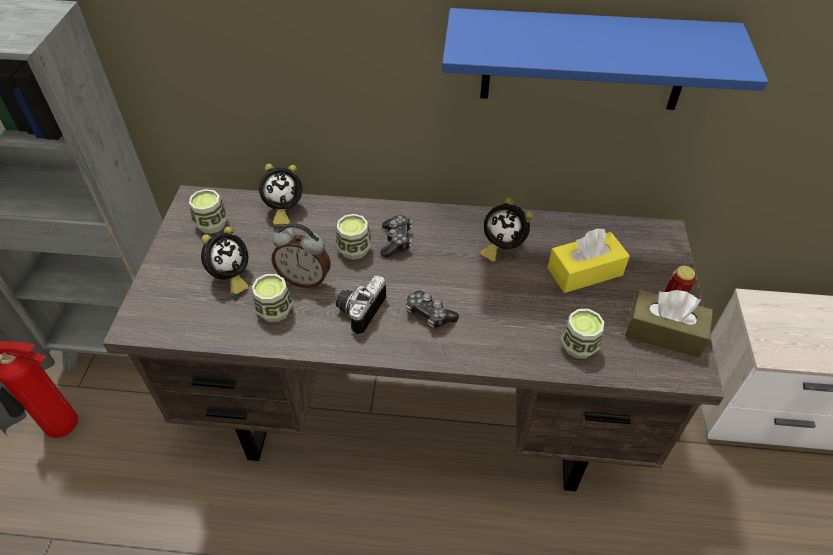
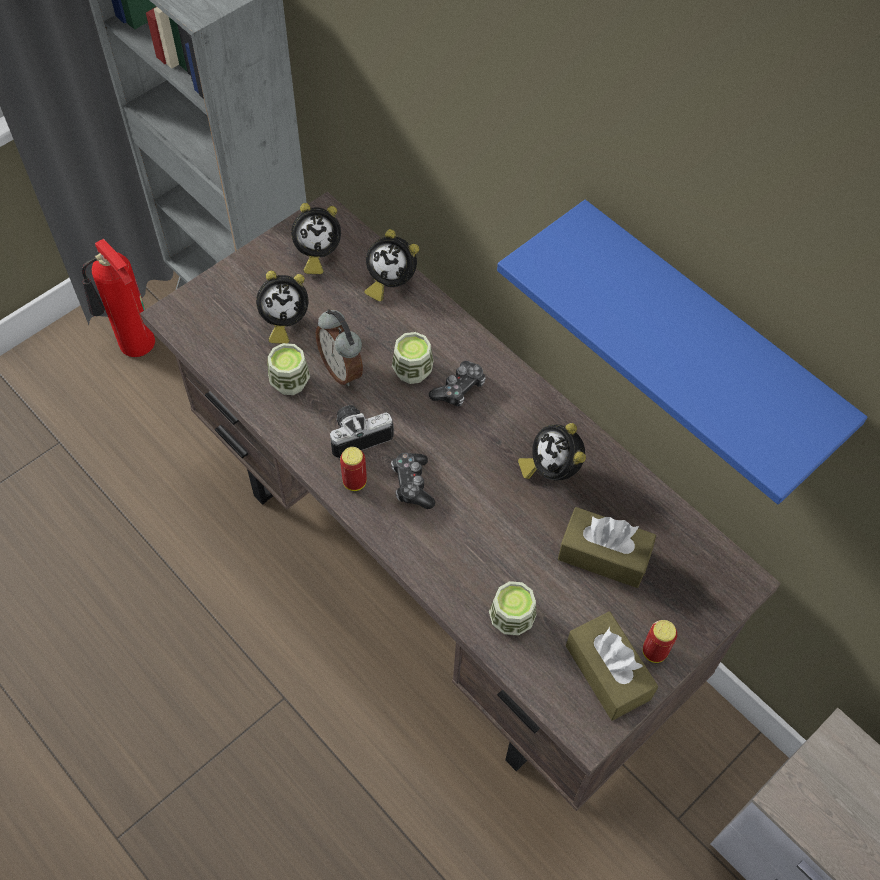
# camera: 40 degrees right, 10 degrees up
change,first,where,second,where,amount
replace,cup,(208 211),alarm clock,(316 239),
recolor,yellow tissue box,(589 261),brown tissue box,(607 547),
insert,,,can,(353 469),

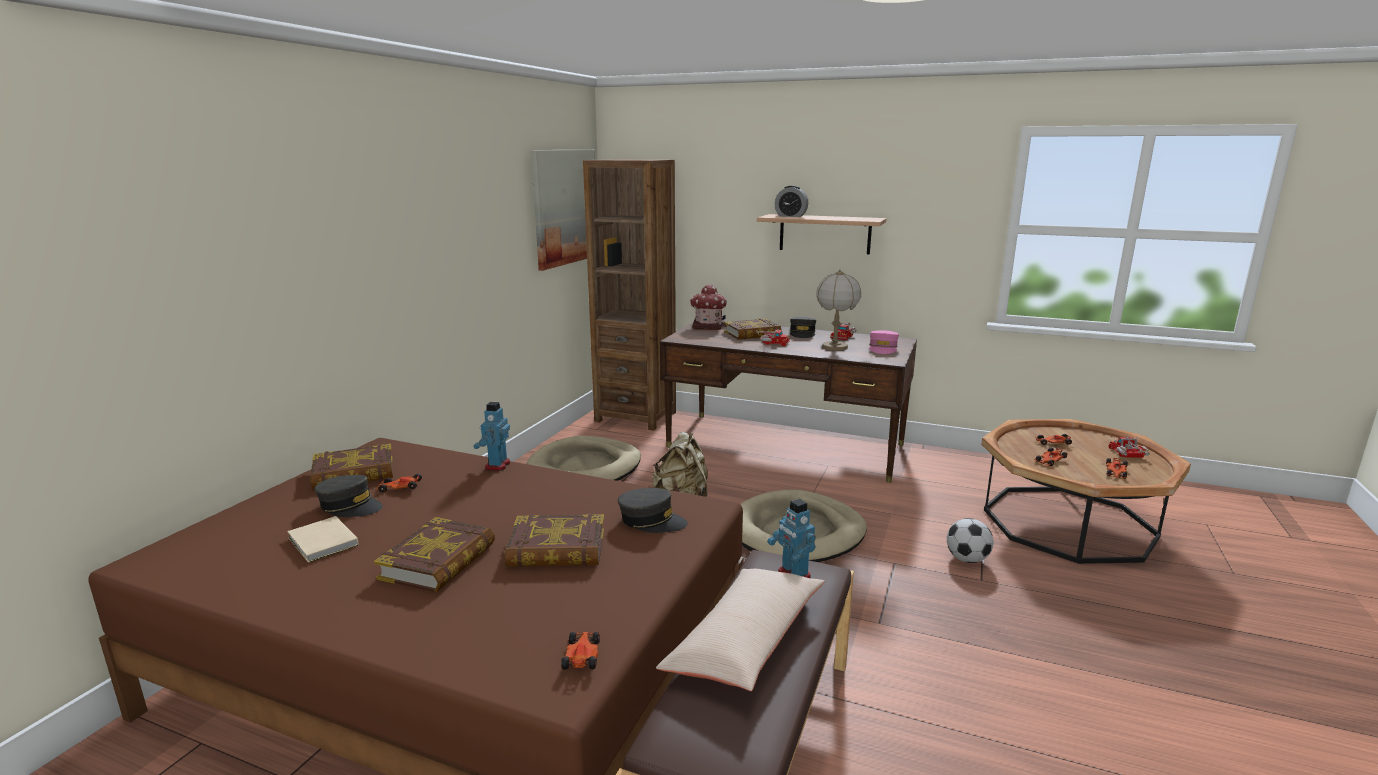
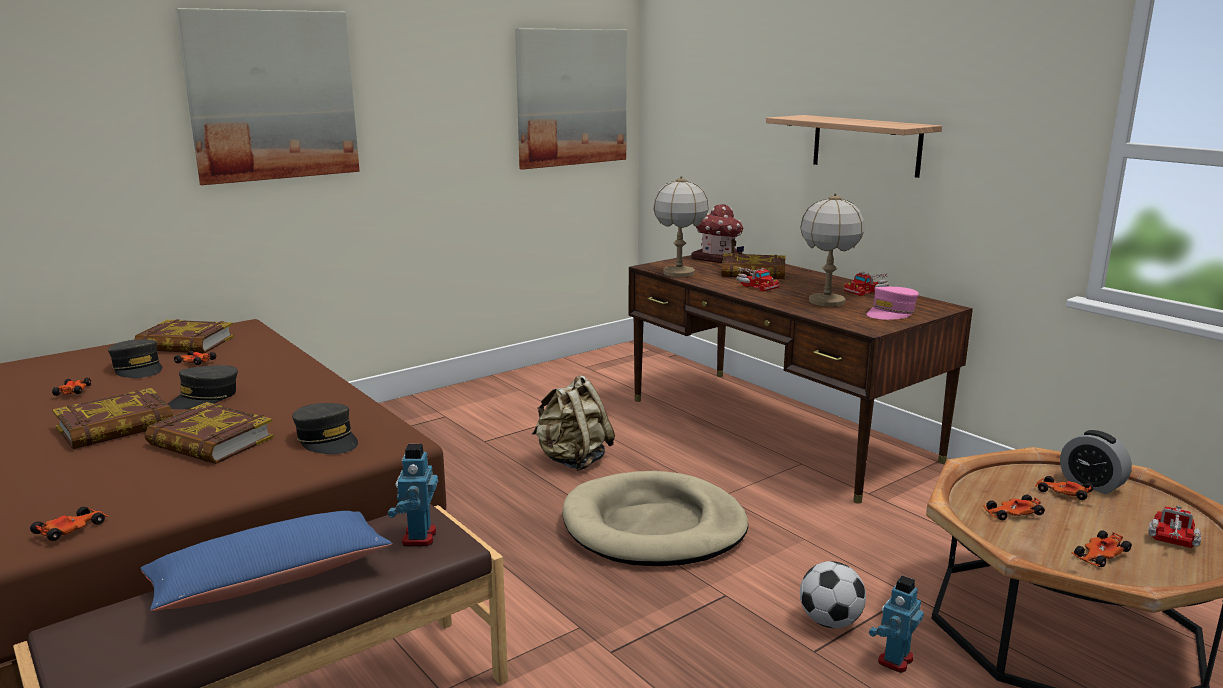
# camera: 30 degrees right, 0 degrees up
change,first,where,second,where,amount
delete,brown bookcase,(629 295),,,
move,alarm clock,(791 201),,(1096 462),
move,grey cap,(803 327),,(203 387),
move,toy robot,(491 436),,(896 624),
delete,beige dog bed,(584 458),,,
replace,beige book,(323 539),toy car,(72 387),
recolor,beige pillow,(740 630),blue pillow,(266 561),
insert,,,picture,(267 96),
insert,,,table lamp,(681 226),

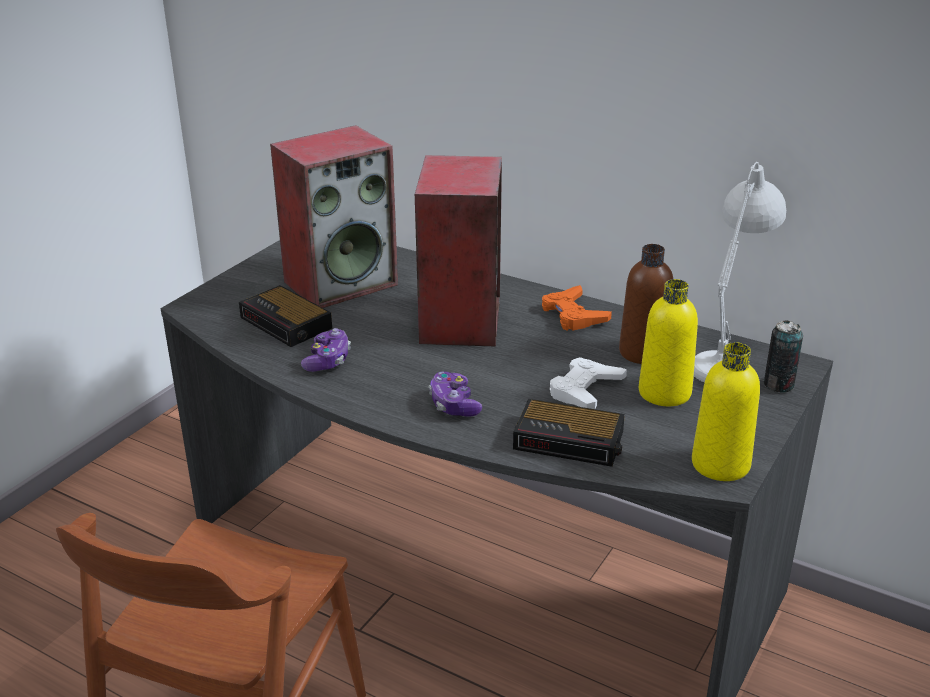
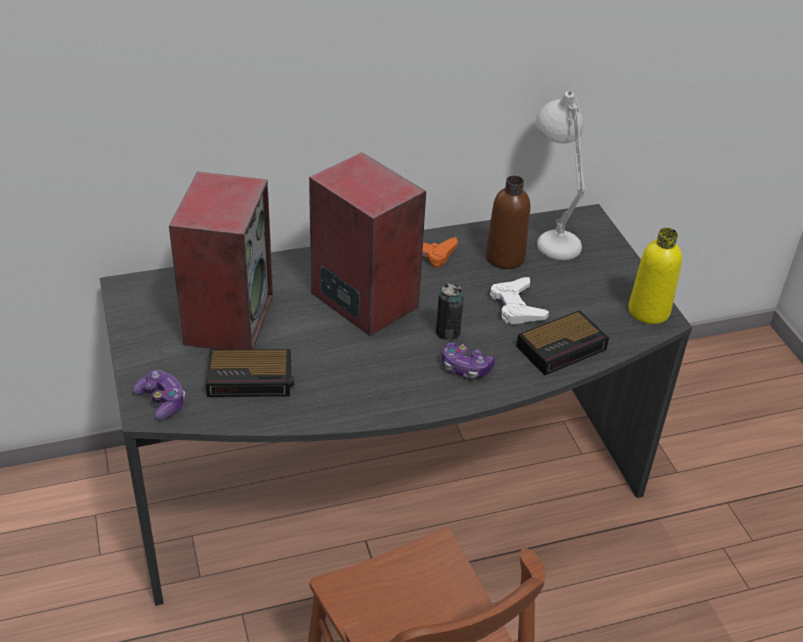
# camera: 50 degrees left, 10 degrees up
change,first,where,second,where,amount
delete,yellow bottle,(668 342),,,
move,can,(783 356),,(450 311),
move,game controller,(326 350),,(159 395),

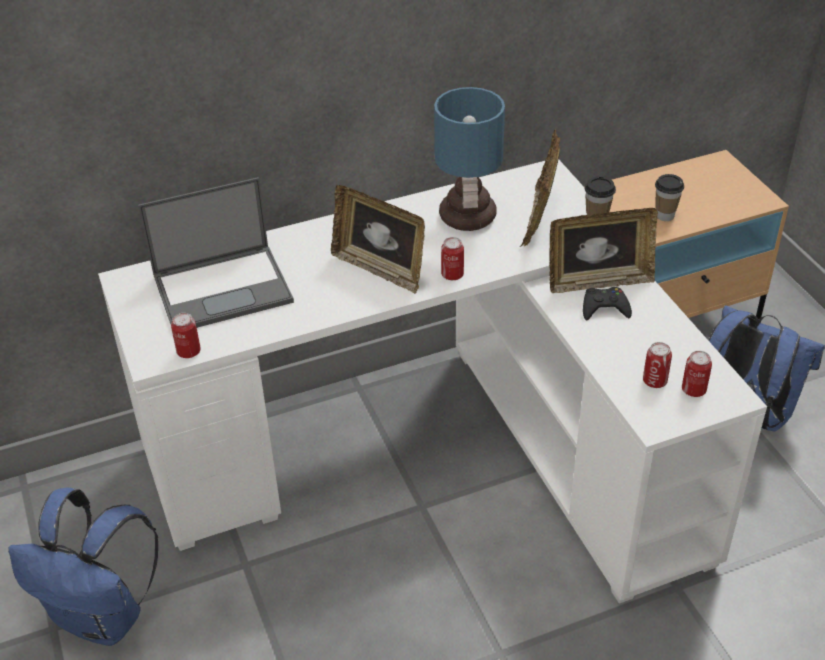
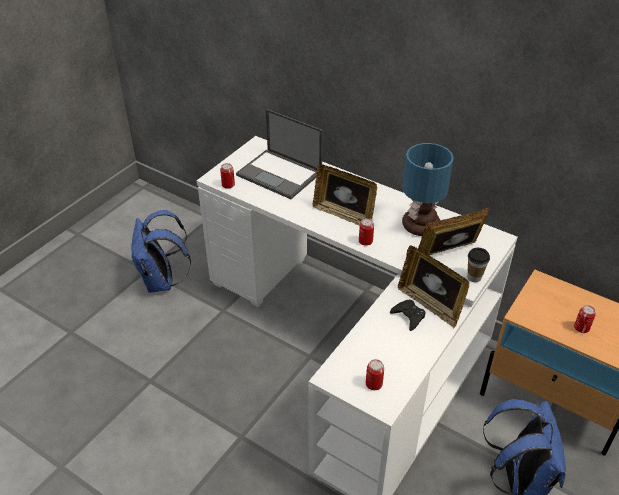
# camera: 55 degrees right, 0 degrees up
change,first,where,second,where,amount
delete,cup,(669 197),,,
rotate,picture frame,(378 239),,(345 195),60 degrees counterclockwise
move,can,(657 365),,(585 319),

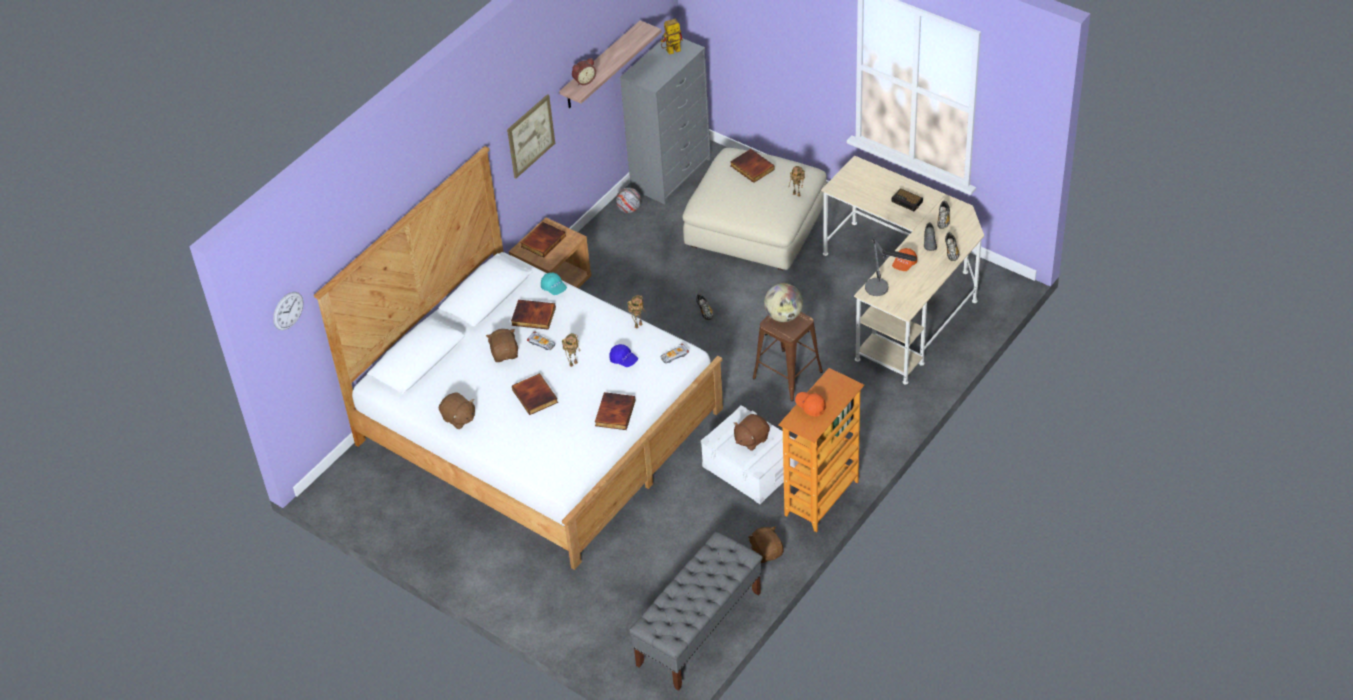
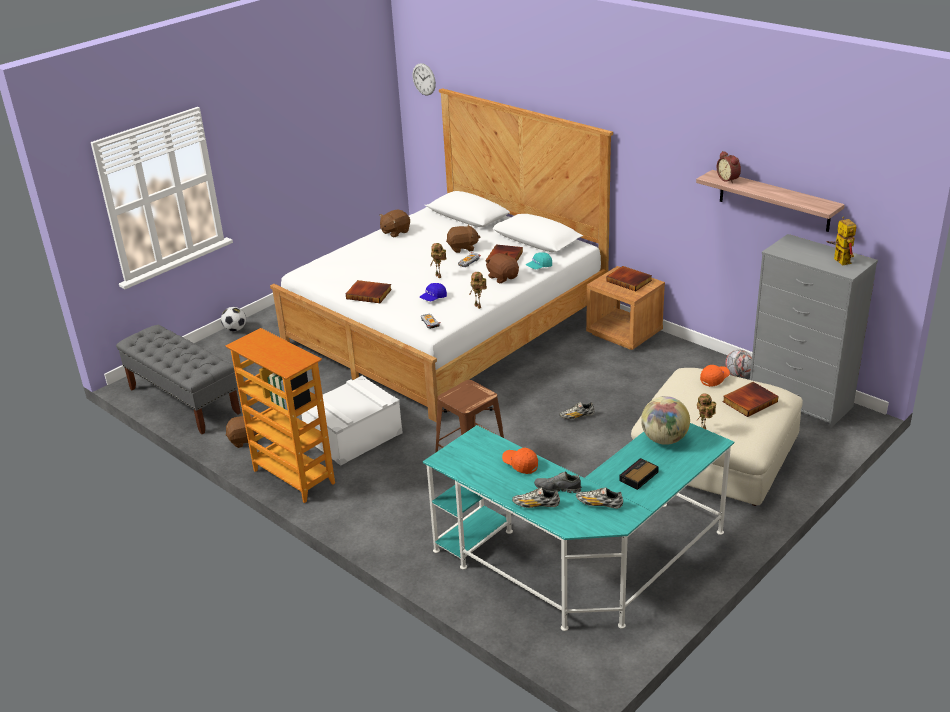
# camera: 95 degrees right, 15 degrees down
change,first,where,second,where,amount
delete,picture,(531 136),,,
recolor,beige desk,(902 270),turquoise desk,(578 527),
delete,table lamp,(891 266),,,
move,globe,(783 302),,(665 420),
delete,book,(535 394),,,
move,orange cap,(810 404),,(715 376),
move,brown plush toy,(752 432),,(502 267),
insert,,,football,(233 319),

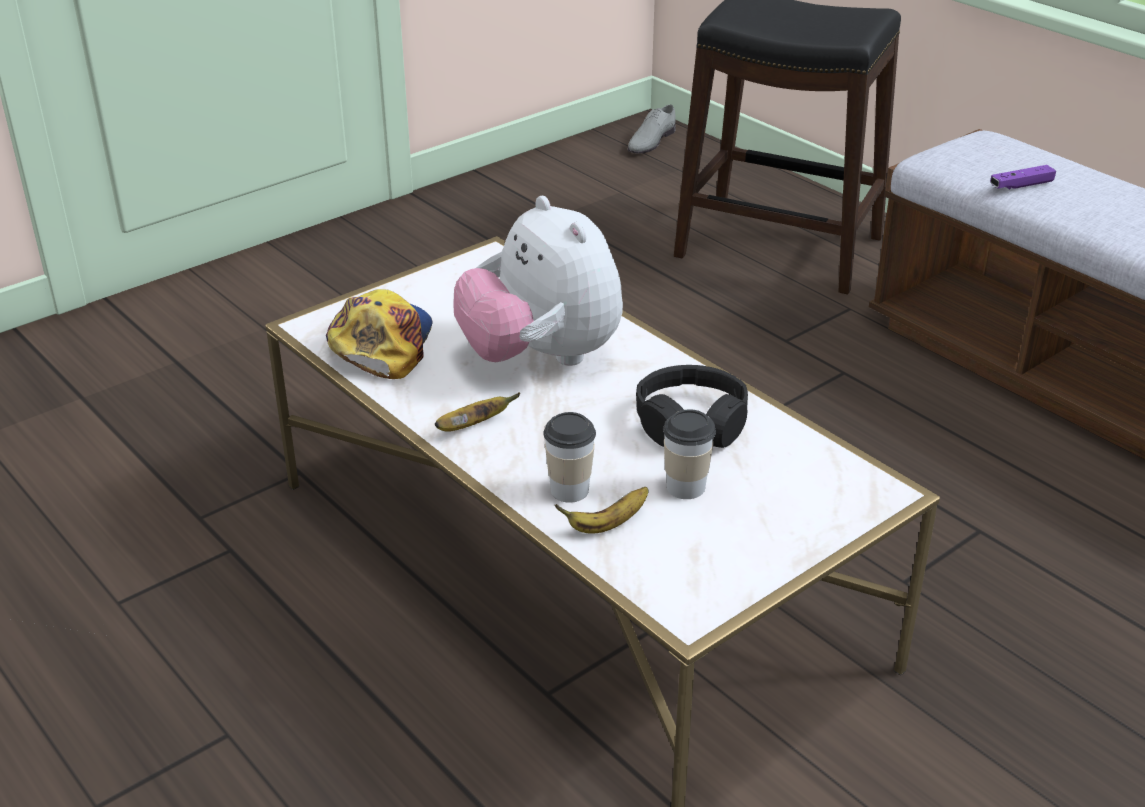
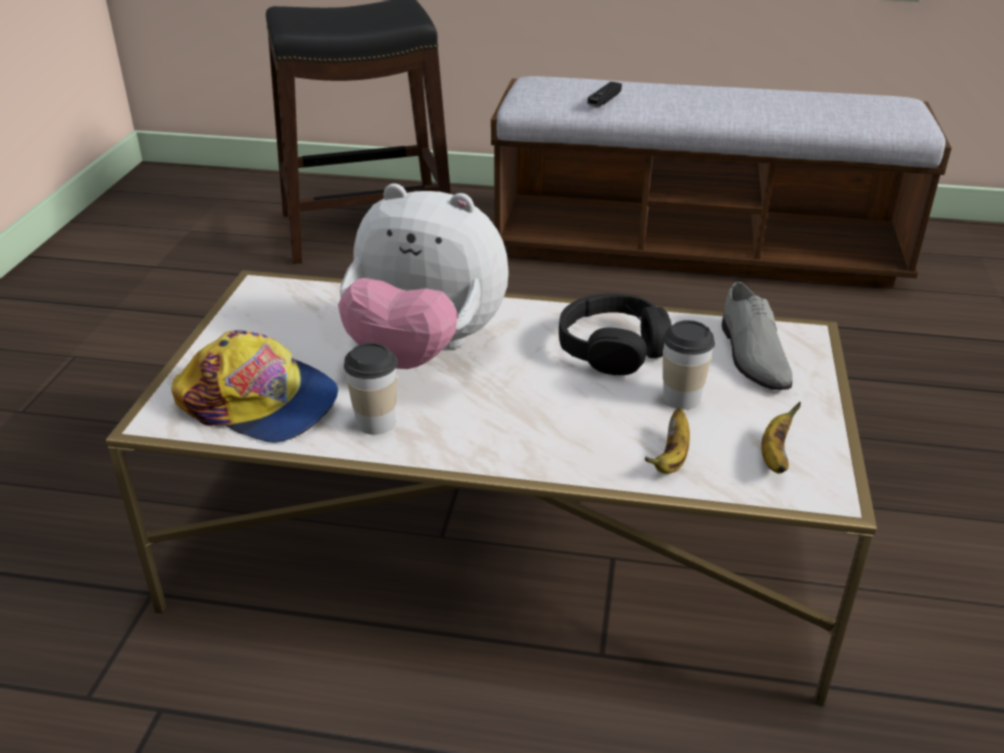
# camera: 40 degrees left, 0 degrees up
change,first,where,second,where,amount
move,grey shoe,(652 129),,(757 336),
recolor,purple game controller,(1023 177),black game controller,(604 94),
rotate,cap,(379 334),,(254 386),150 degrees clockwise
move,banana,(477 412),,(781 438),
move,cup,(569 457),,(371 389),

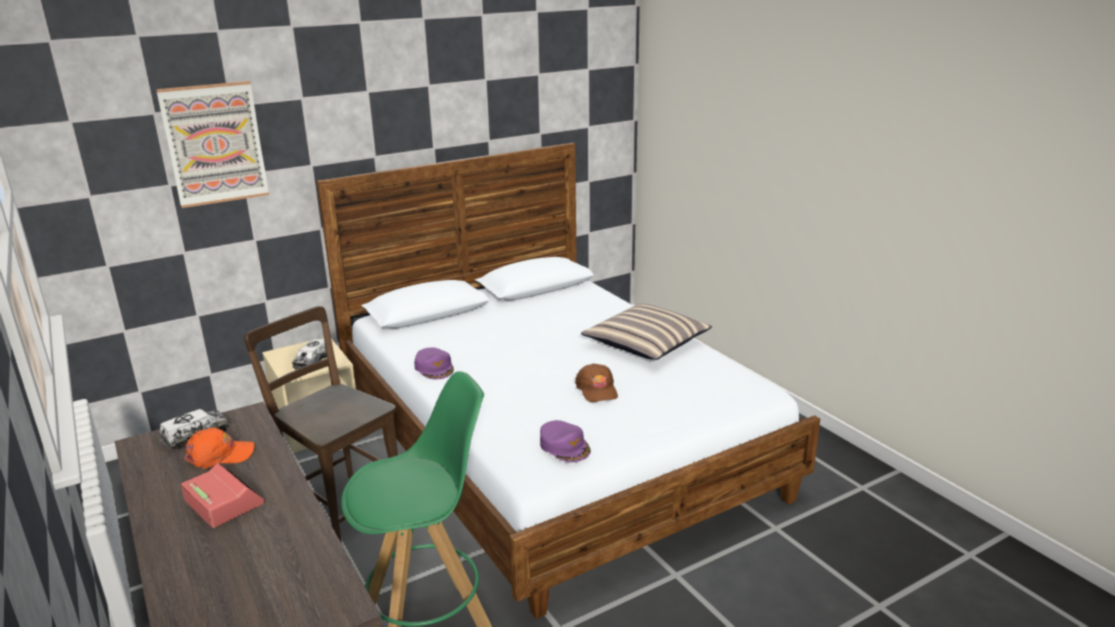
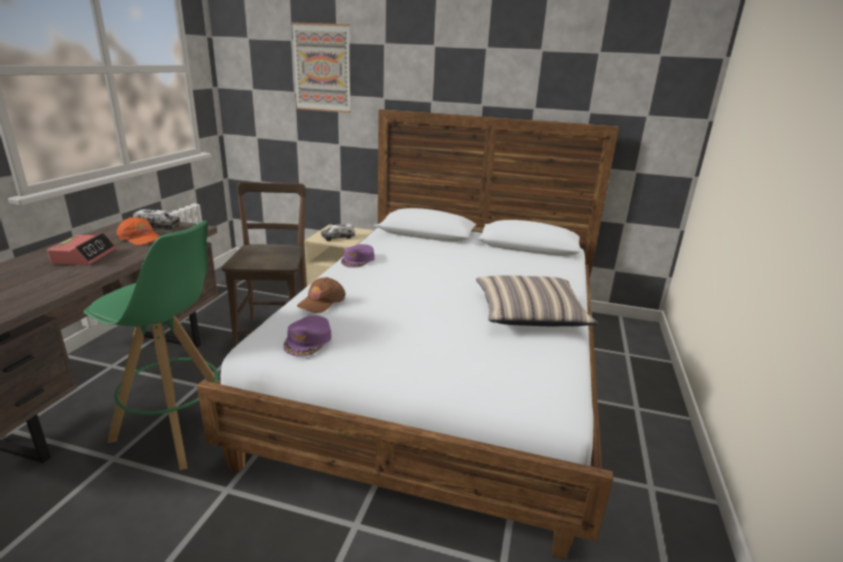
# camera: 45 degrees right, 0 degrees up
change,first,where,second,where,amount
move,brown cap,(596 382),,(321 295),

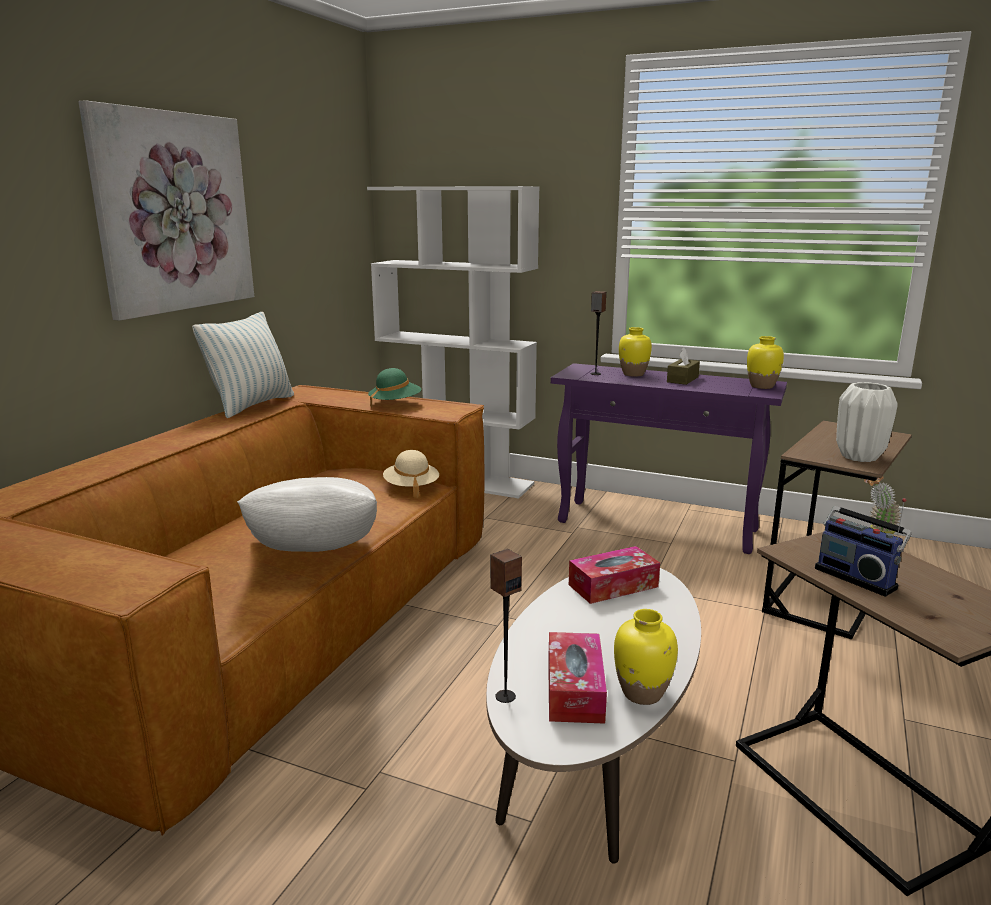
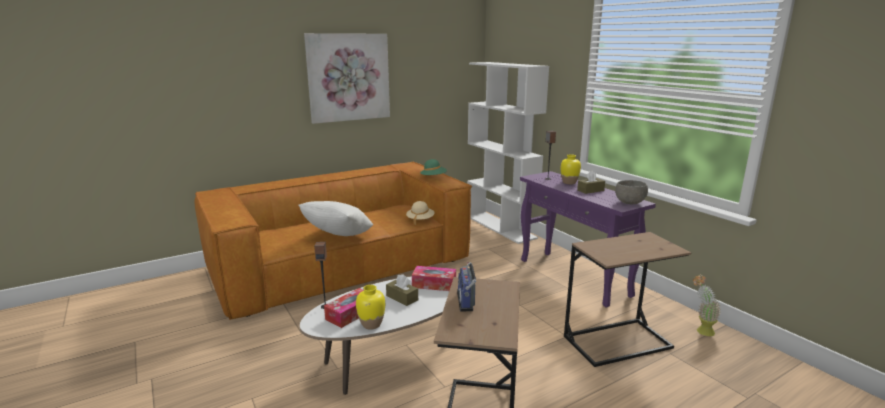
# camera: 35 degrees right, 0 degrees up
change,first,where,second,where,amount
delete,pillow,(243 365),,,
replace,yellow vase,(765 362),grey bowl,(631 192),
delete,white vase,(867 422),,,
insert,,,brown tissue box,(402 290),

